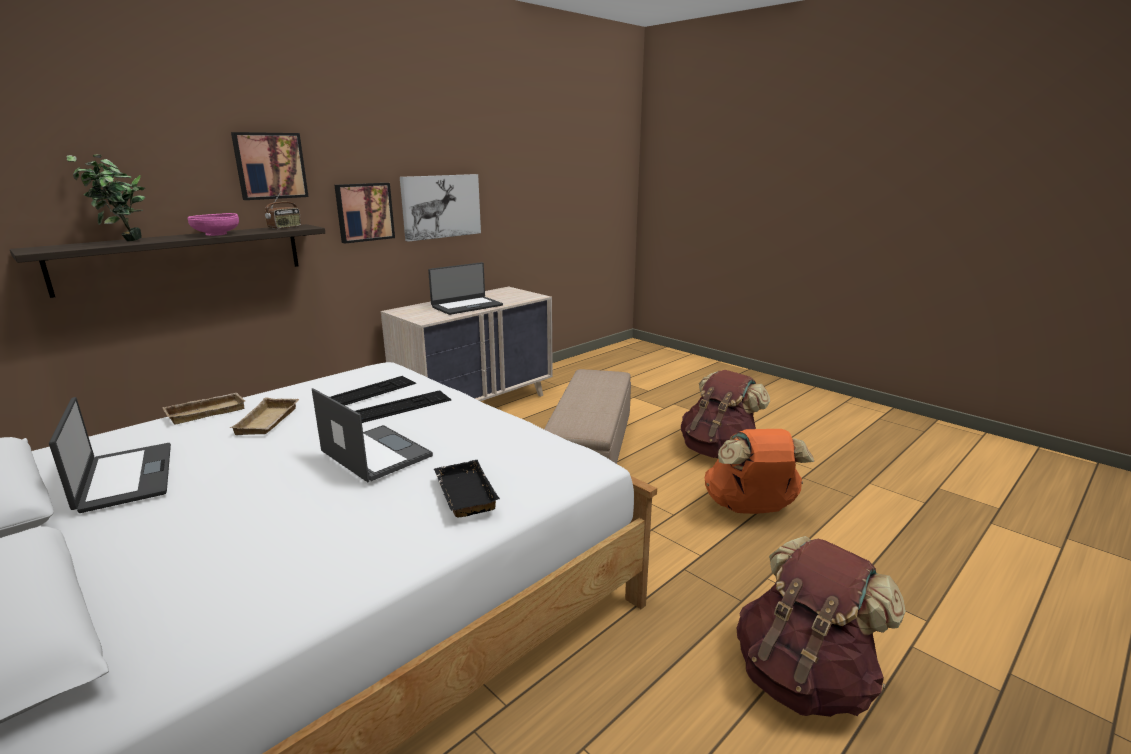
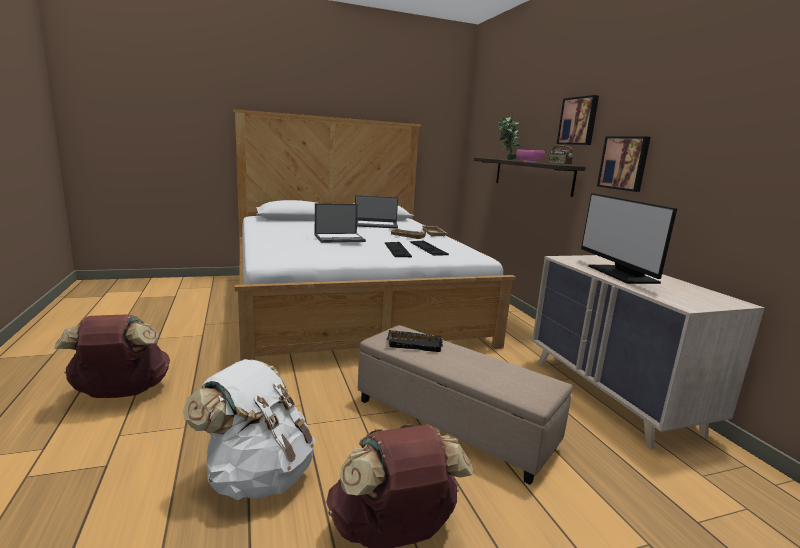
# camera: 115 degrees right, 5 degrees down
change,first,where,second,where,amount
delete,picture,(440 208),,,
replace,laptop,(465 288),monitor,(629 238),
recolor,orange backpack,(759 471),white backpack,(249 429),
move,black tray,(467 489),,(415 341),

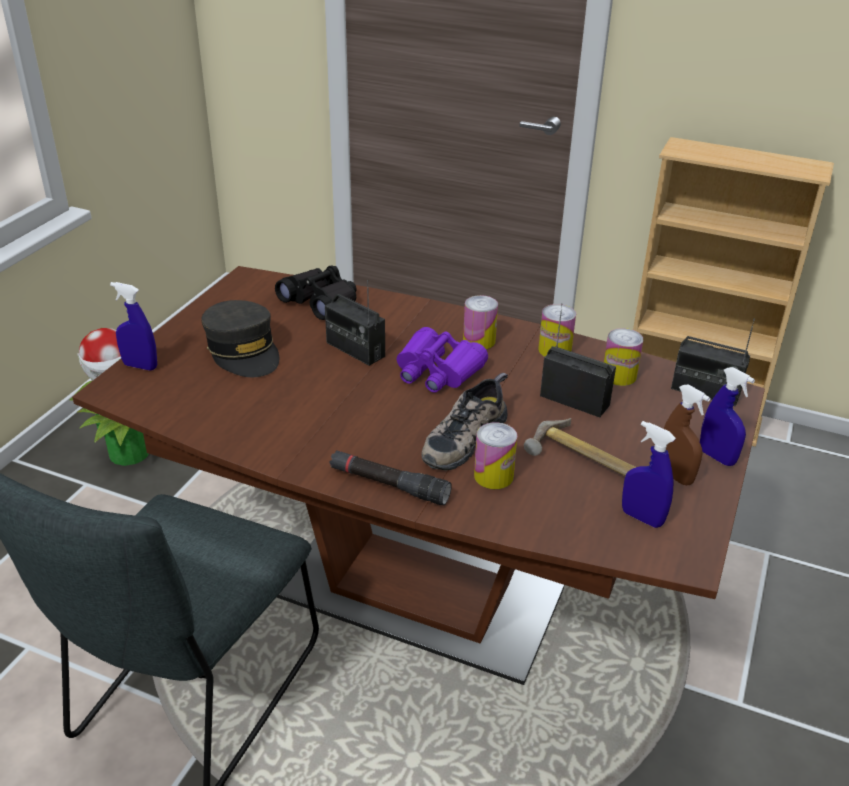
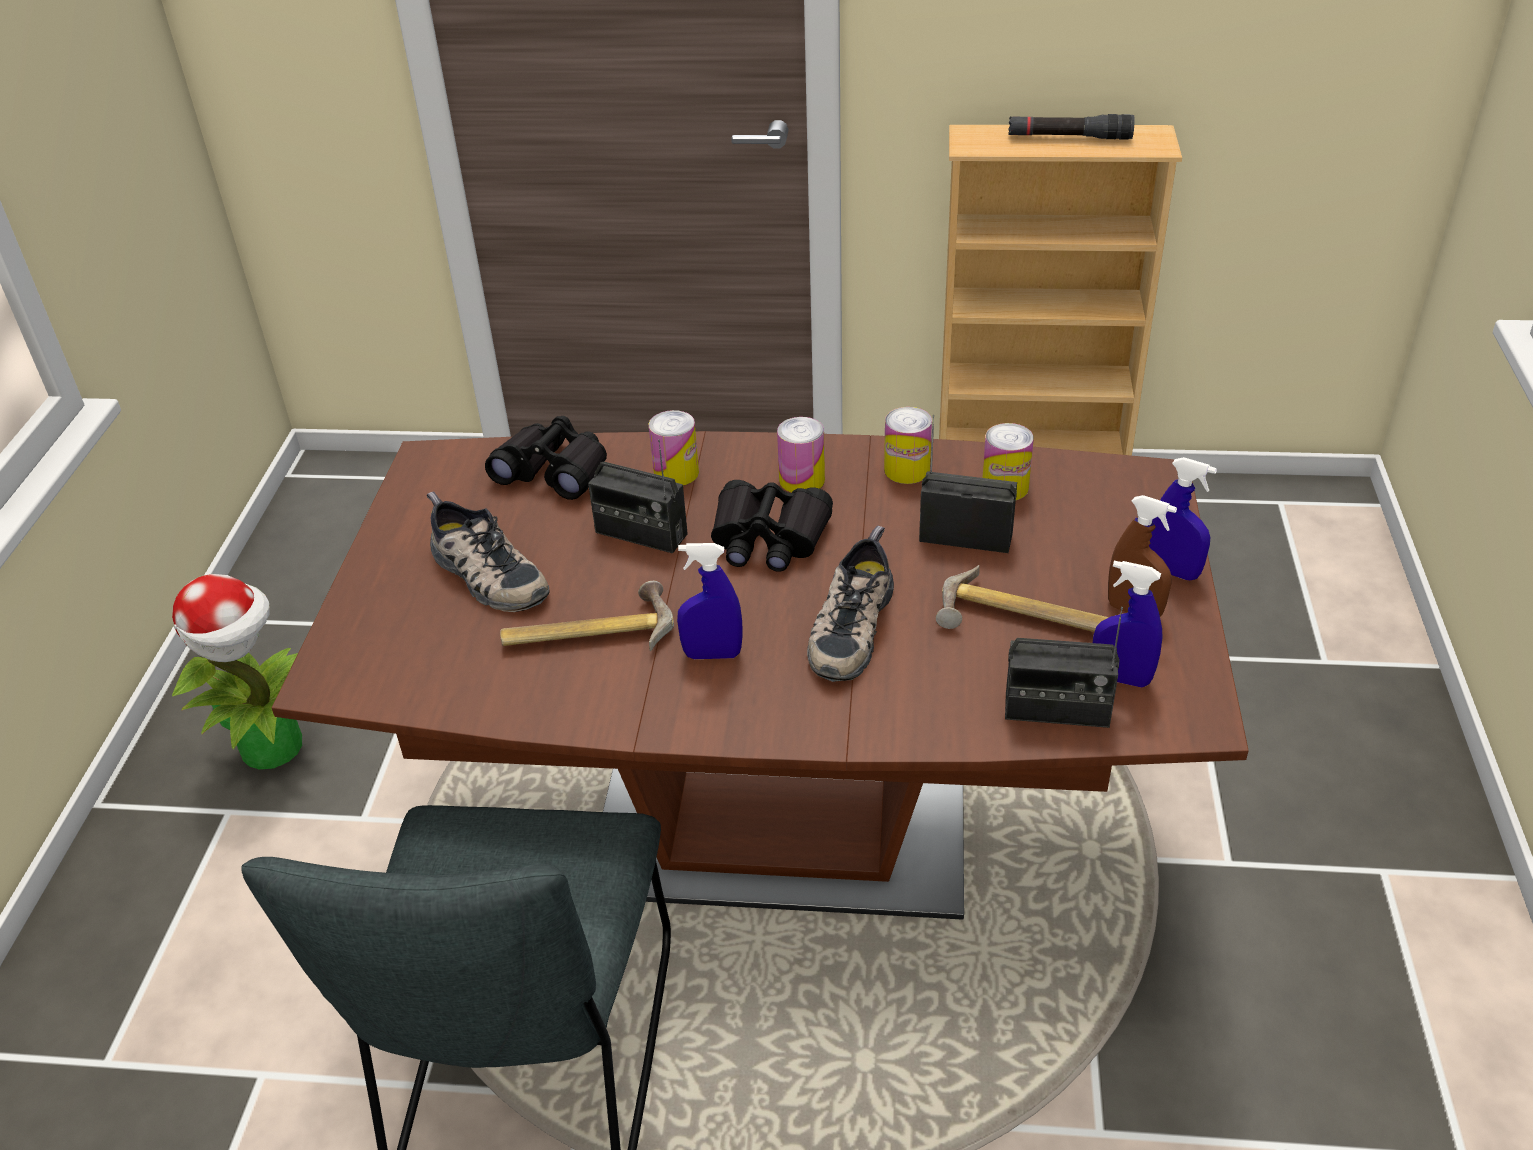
# camera: 15 degrees left, 5 degrees up
change,first,where,second,where,amount
move,blue spray bottle,(133 326),,(710 601),
replace,grey cap,(240 338),shoe,(488 551),
move,radio,(713 362),,(1064 667),
recolor,purple binoculars,(442 360),black binoculars,(772 526),
move,can,(495 455),,(674 448),
move,black flashlight,(390 477),,(1071 127),
insert,,,hammer,(587 616),

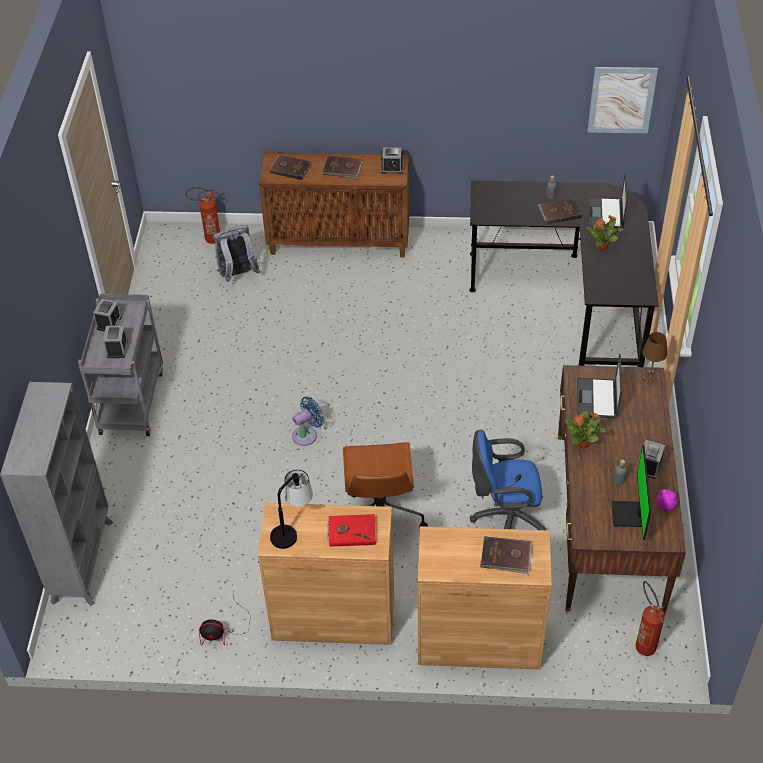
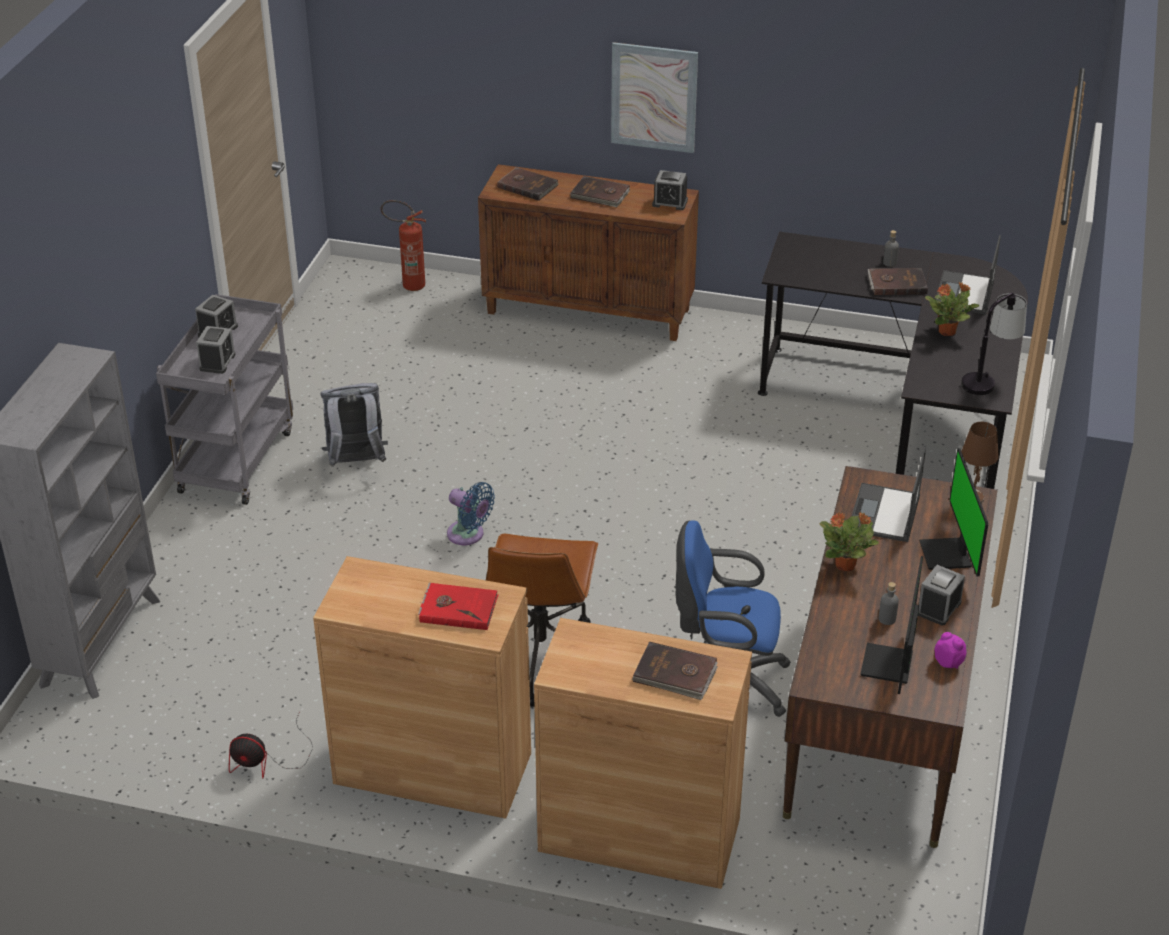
# camera: 10 degrees right, 10 degrees down
change,first,where,second,where,amount
move,picture,(623 100),,(654 97),
move,grey backpack,(236 253),,(354 425),
rotate,blue fan,(308 421),,(471 513),60 degrees clockwise
move,table lamp,(291 509),,(994 344),
delete,fire extinguisher,(650 618),,,
insert,,,monitor,(953 512),

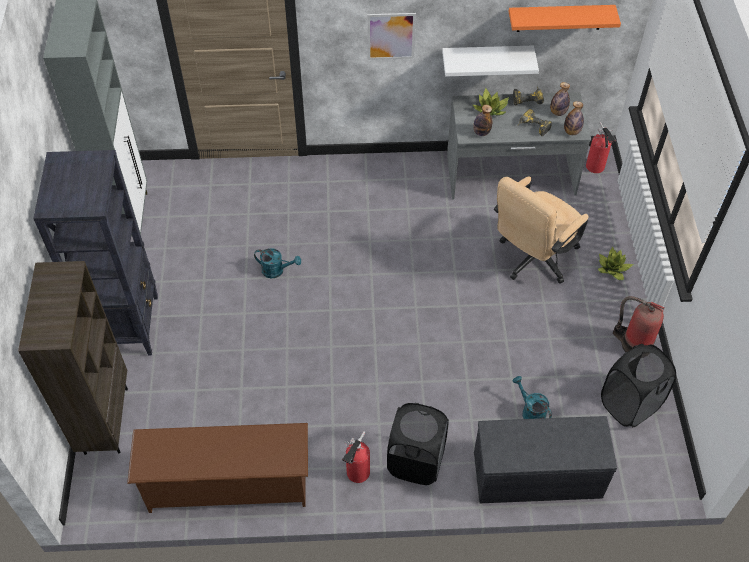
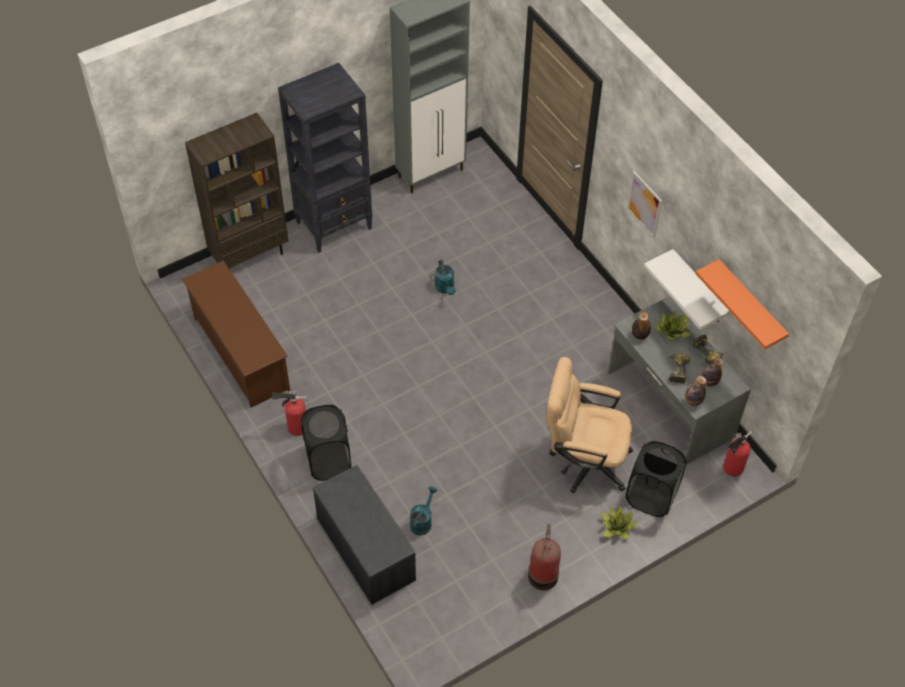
# camera: 60 degrees right, 0 degrees up
change,first,where,second,where,amount
move,black laundry basket,(638 385),,(656 479),

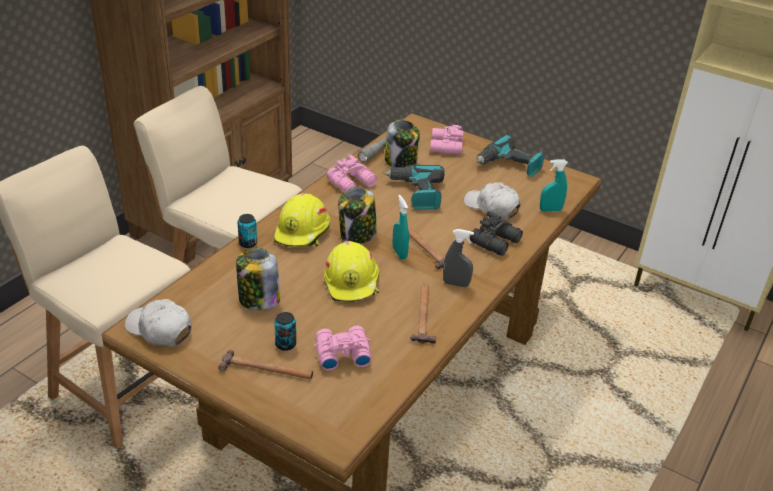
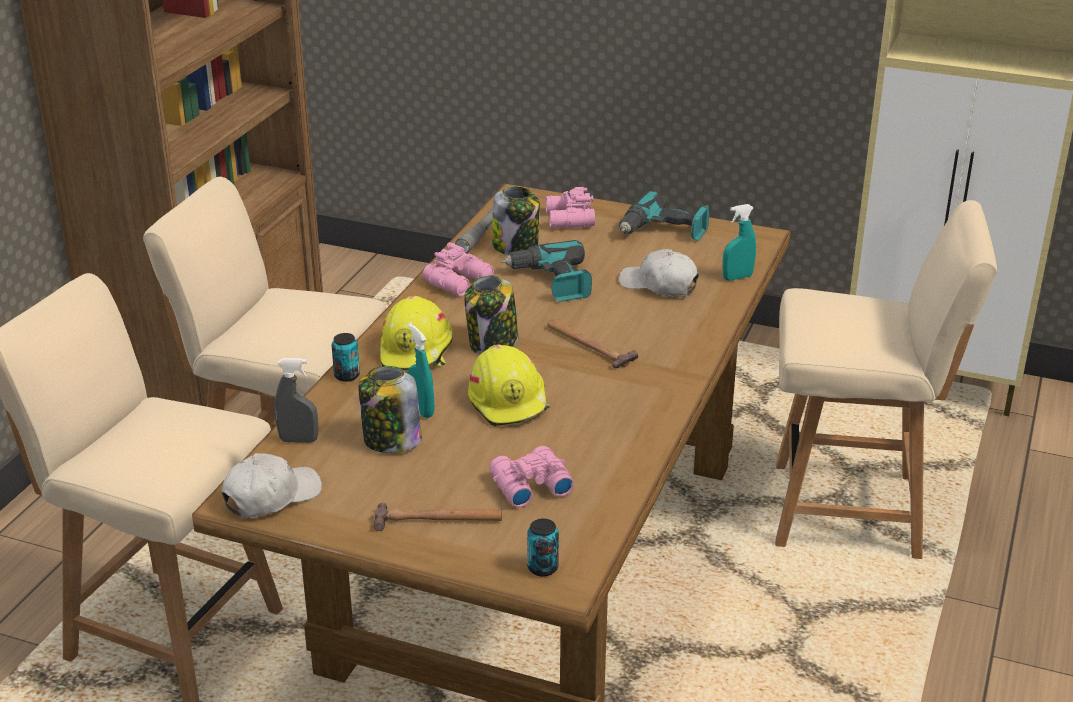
# camera: 10 degrees left, 5 degrees down
change,first,where,second,where,amount
move,turquoise spray bottle,(400 227),,(420 371),
delete,black binoculars,(496 233),,,
move,grey spray bottle,(458 258),,(296 400),
delete,hammer,(423 314),,,
rotate,white cap,(158 323),,(272 485),120 degrees clockwise
move,can,(285 331),,(543 548),
insert,,,beige chair,(886 379),

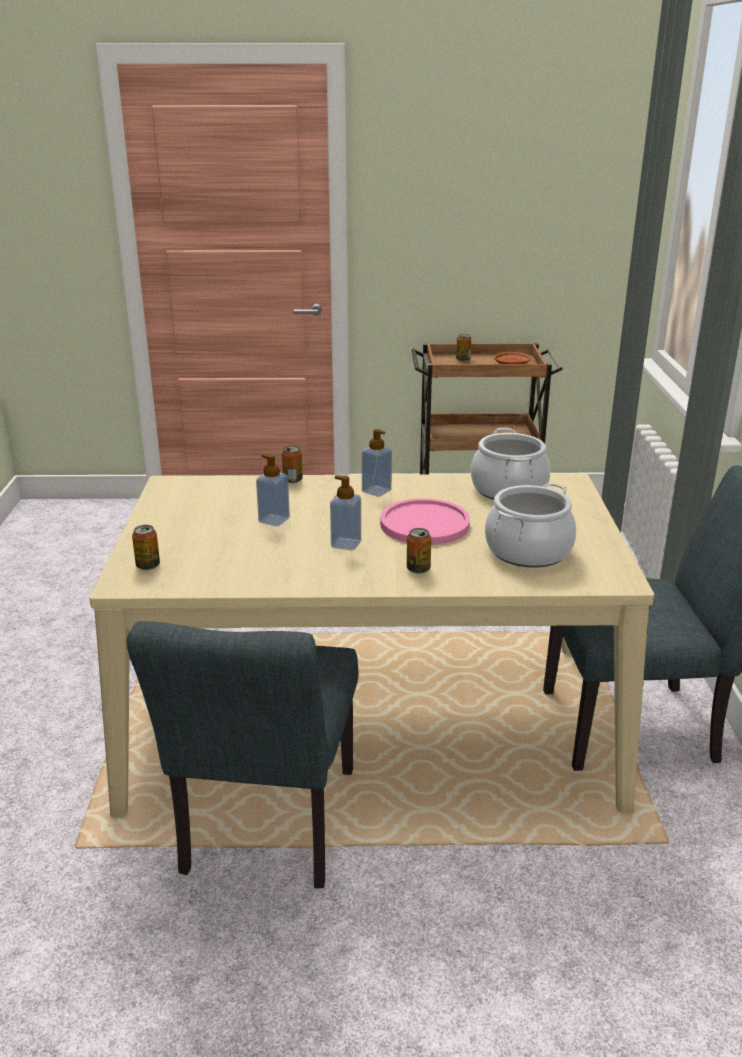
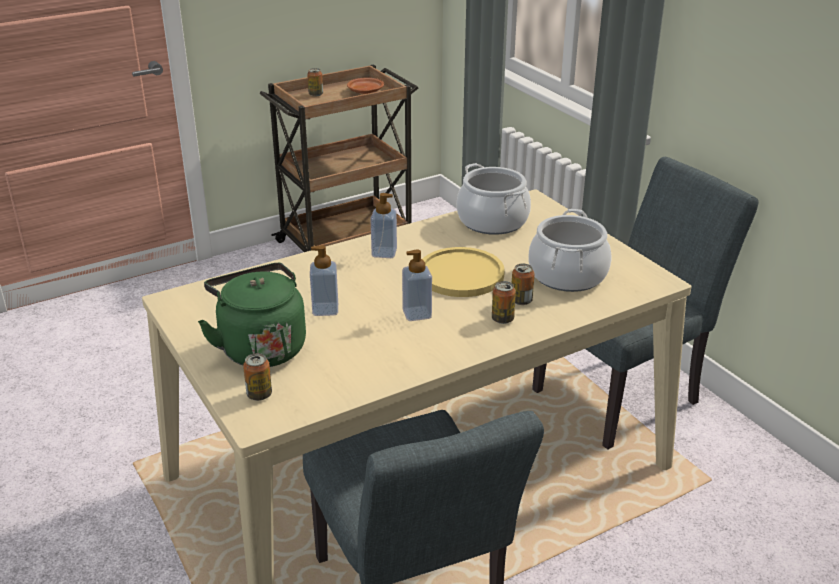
# camera: 30 degrees left, 5 degrees up
change,first,where,second,where,amount
move,can,(292 464),,(523 284),
recolor,pink plate,(425 521),yellow plate,(463 272),
insert,,,green kettle,(252 315),

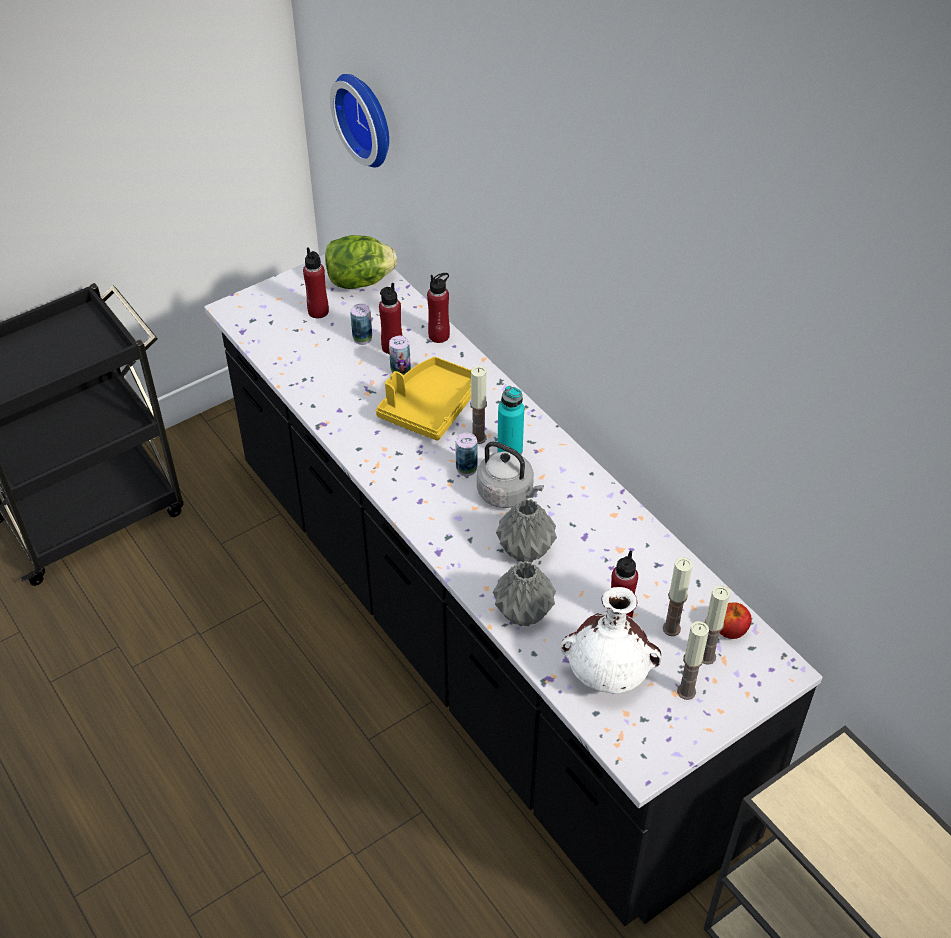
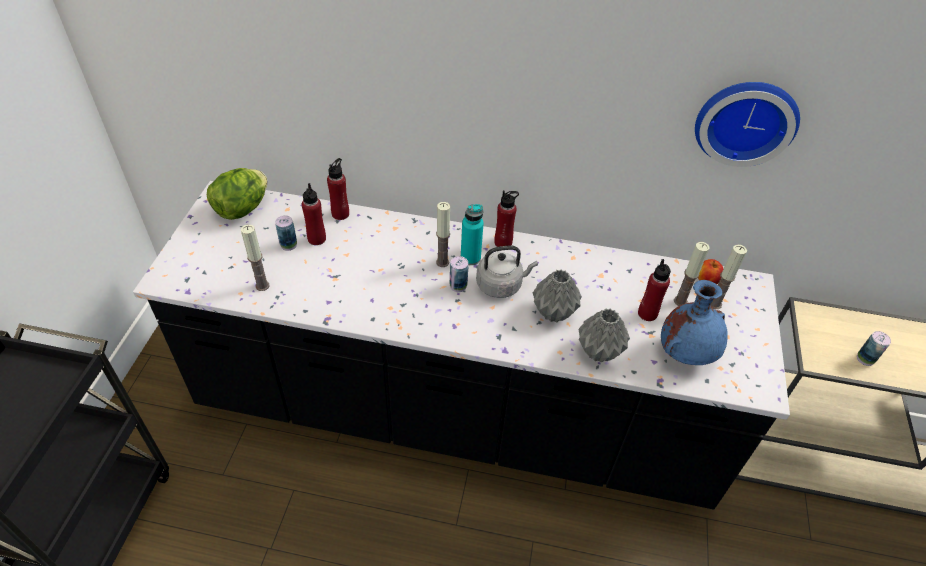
# camera: 45 degrees left, 0 degrees up
change,first,where,second,where,amount
move,wall clock,(359 121),,(747 124),
move,red bottle,(316 282),,(506 219),
move,can,(400 356),,(874 348),
delete,yellow tray,(423 398),,,
recolor,white vase,(611 640),blue vase,(694 322),
move,candle,(693 660),,(255 257),

